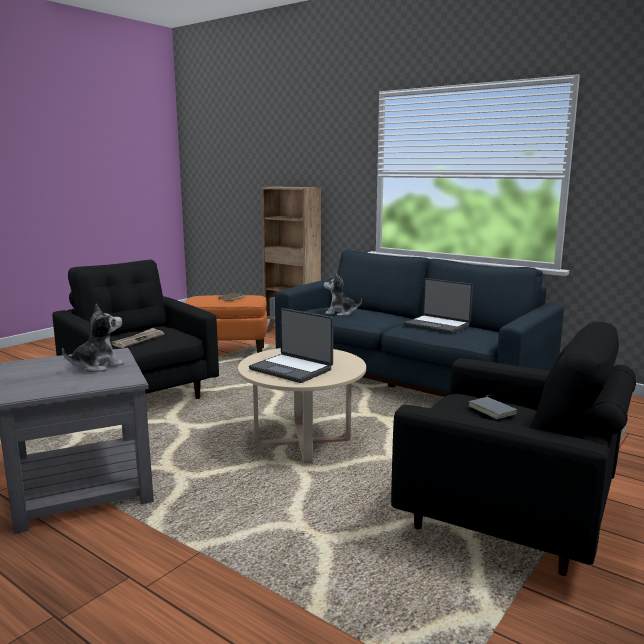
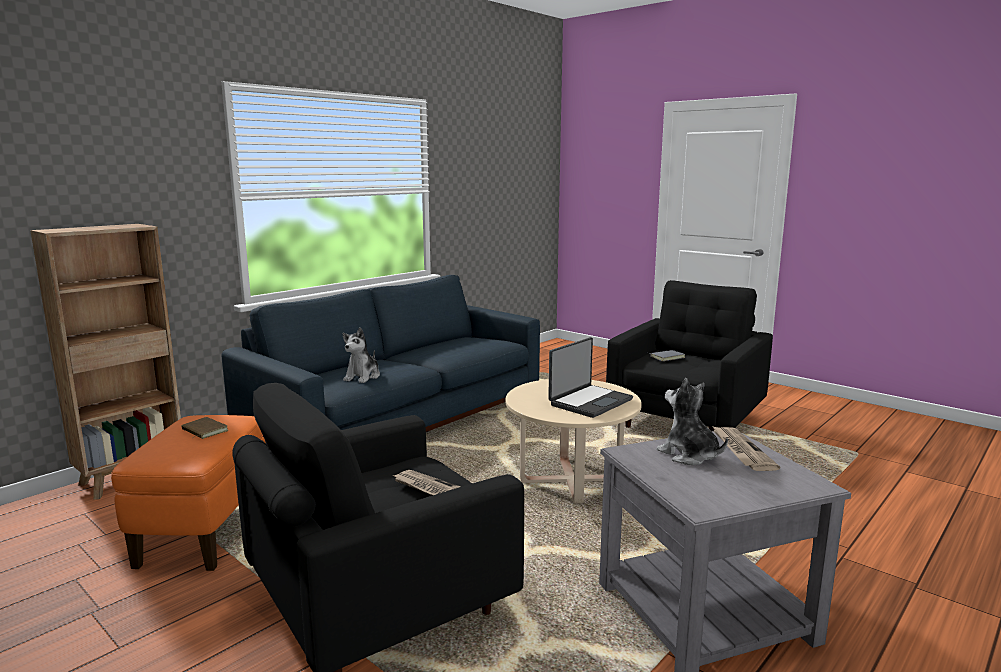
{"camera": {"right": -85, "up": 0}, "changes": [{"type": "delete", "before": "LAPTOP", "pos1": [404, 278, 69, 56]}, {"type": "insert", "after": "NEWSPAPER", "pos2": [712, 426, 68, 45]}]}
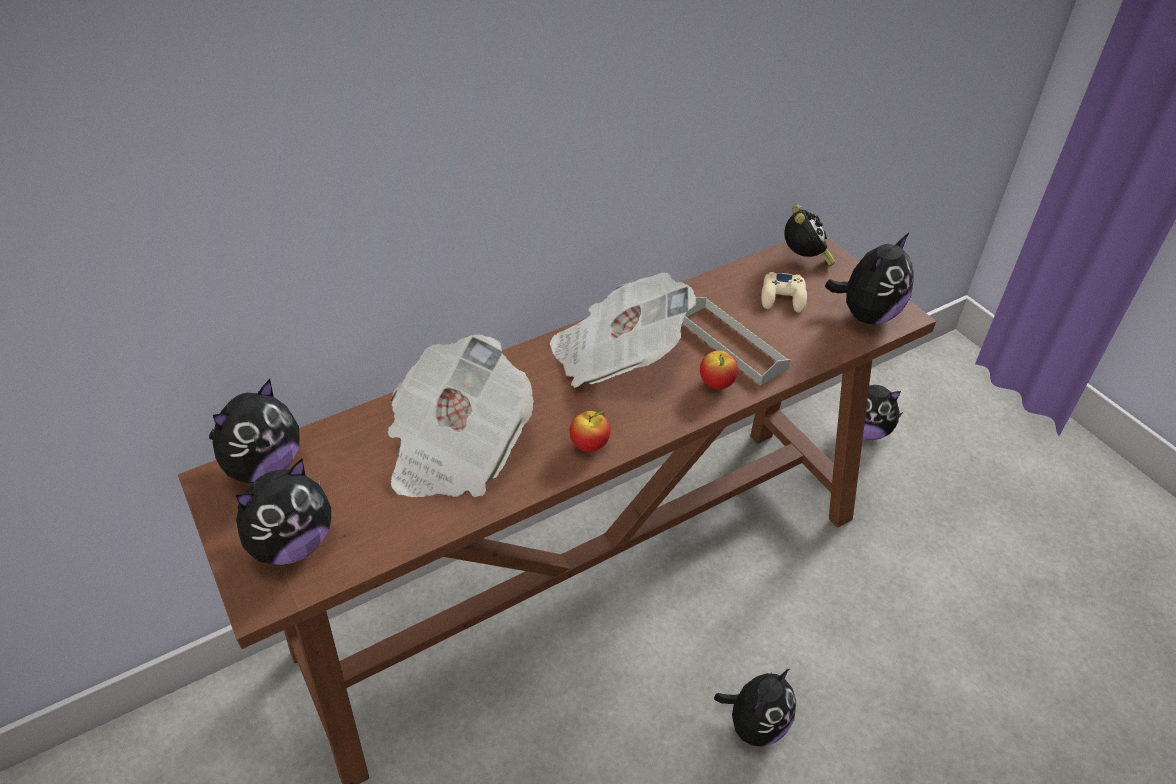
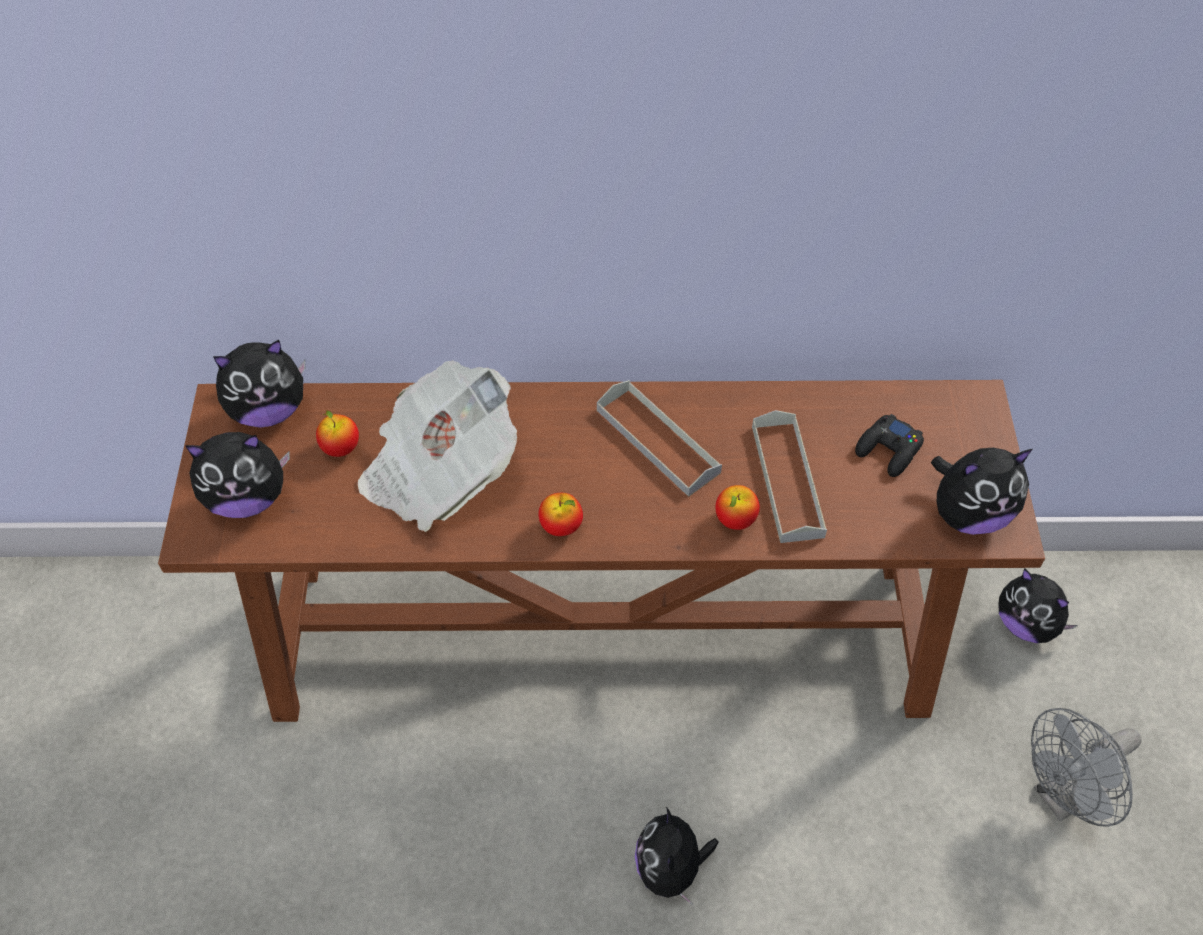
{"camera": {"right": 30, "up": 10}, "changes": [{"type": "replace", "before": "NEWSPAPER", "after": "GREY TRAY", "pos1": [549, 273, 147, 115], "pos2": [597, 380, 125, 117]}, {"type": "rotate", "before": "PLUSH TOY", "pos1": [714, 669, 82, 78], "pos2": [635, 807, 84, 97], "turn": 105}, {"type": "recolor", "before": "BEIGE GAME CONTROLLER", "after": "BLACK GAME CONTROLLER", "pos1": [761, 272, 46, 41], "pos2": [855, 414, 69, 63]}, {"type": "delete", "before": "ALARM CLOCK", "pos1": [784, 204, 51, 62]}, {"type": "insert", "after": "APPLE", "pos2": [316, 410, 43, 47]}, {"type": "insert", "after": "GREY FAN", "pos2": [1031, 708, 111, 119]}]}
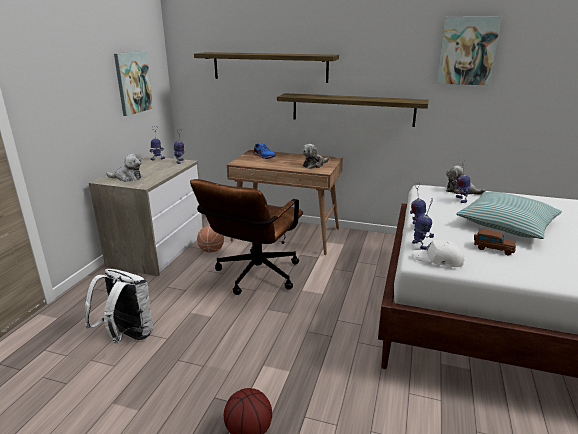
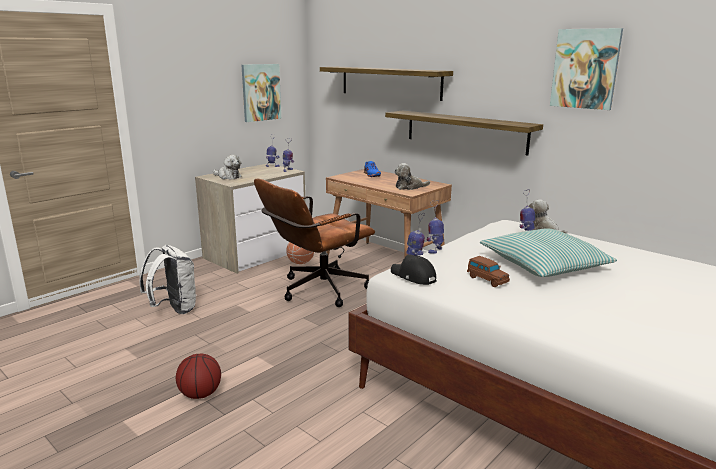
{"camera": {"right": 25, "up": -5}, "changes": [{"type": "recolor", "before": "WHITE CAP", "after": "BLACK CAP", "pos1": [413, 240, 51, 27], "pos2": [391, 254, 46, 31]}]}
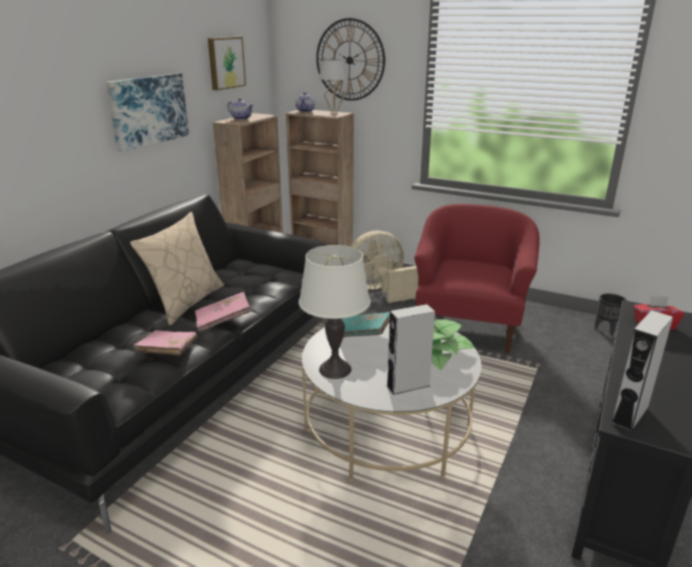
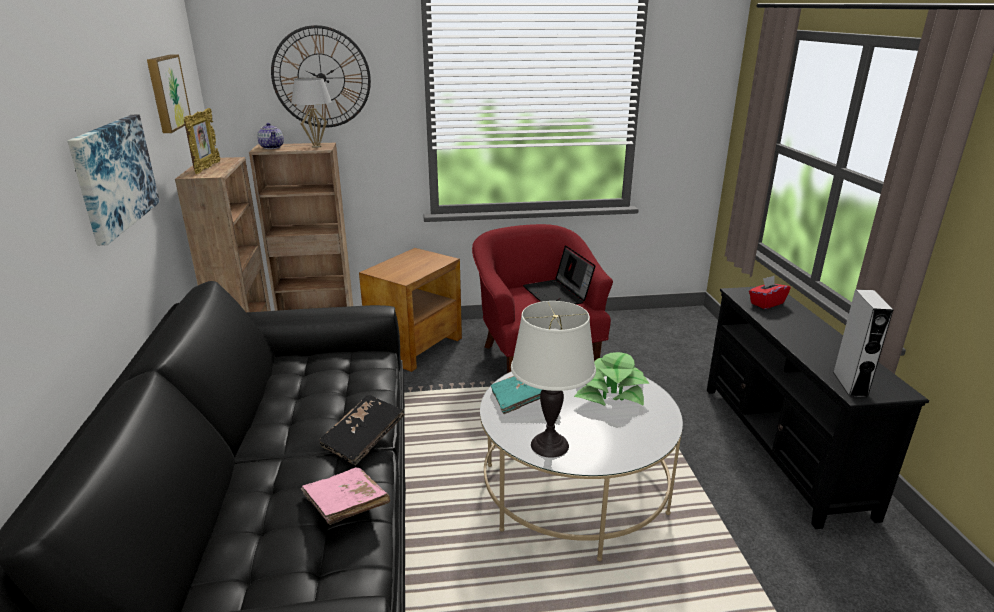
{"camera": {"right": -35, "up": 0}, "changes": [{"type": "delete", "before": "BEIGE PILLOW", "pos1": [130, 212, 94, 113]}, {"type": "recolor", "before": "PINK BOOK", "after": "BLACK BOOK", "pos1": [195, 292, 56, 40], "pos2": [319, 395, 85, 70]}, {"type": "replace", "before": "TEAPOT", "after": "PICTURE FRAME", "pos1": [228, 98, 26, 22], "pos2": [184, 108, 36, 66]}, {"type": "replace", "before": "BEIGE FAN", "after": "BROWN SIDE TABLE", "pos1": [351, 230, 67, 73], "pos2": [359, 248, 103, 124]}, {"type": "delete", "before": "GREY SPEAKER", "pos1": [387, 304, 48, 91]}, {"type": "delete", "before": "BLACK PLANTER", "pos1": [595, 293, 32, 43]}, {"type": "insert", "after": "LAPTOP", "pos2": [523, 245, 73, 59]}]}
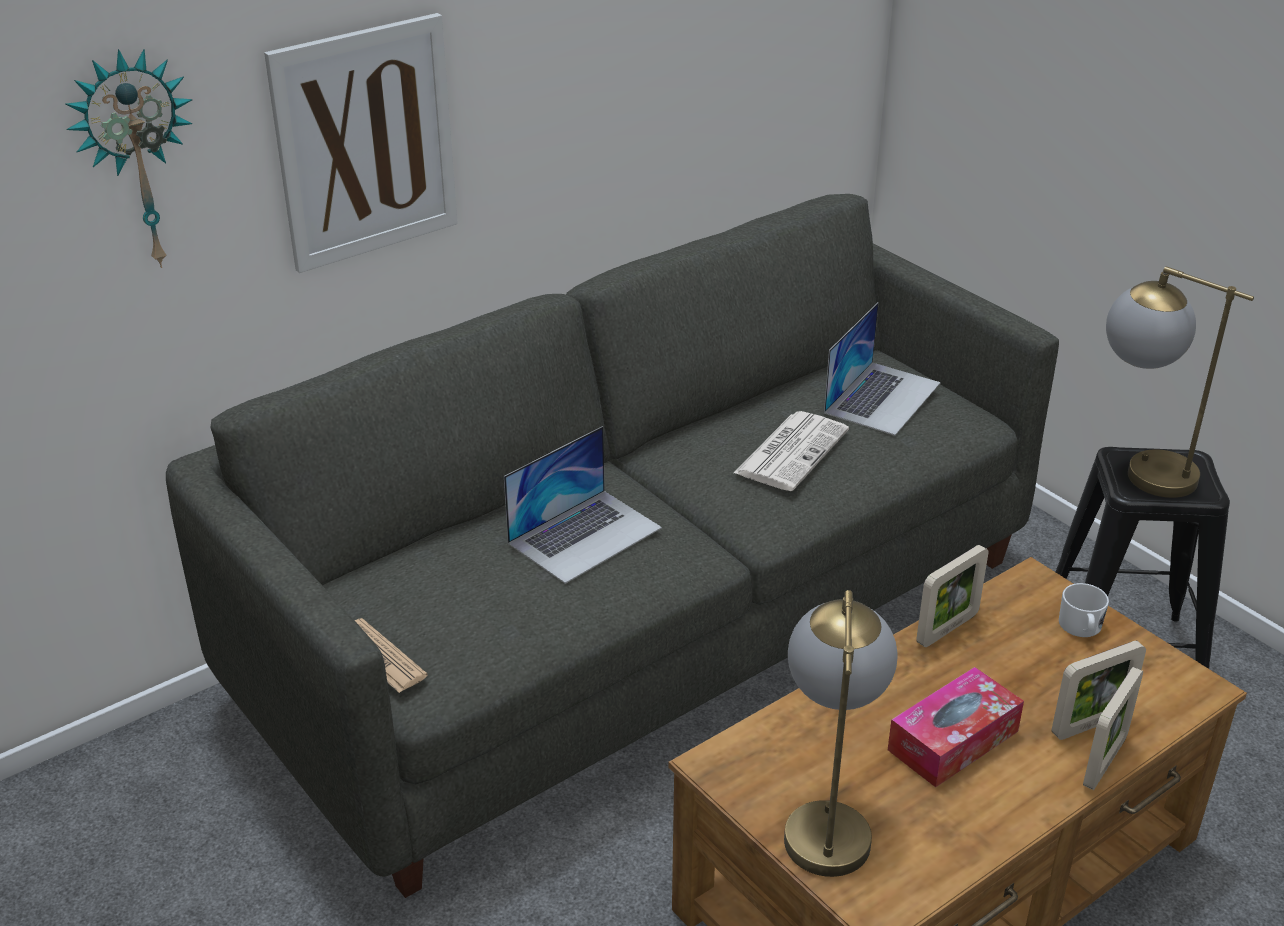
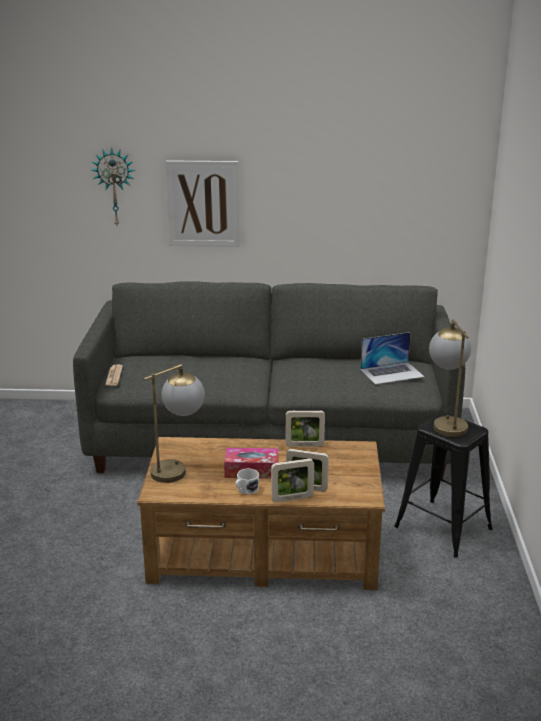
{"camera": {"right": 40, "up": -10}, "changes": [{"type": "delete", "before": "LAPTOP", "pos1": [504, 426, 158, 158]}, {"type": "delete", "before": "NEWSPAPER", "pos1": [734, 411, 115, 80]}, {"type": "move", "before": "WHITE MUG", "pos1": [1059, 583, 50, 54], "pos2": [235, 469, 24, 25]}]}
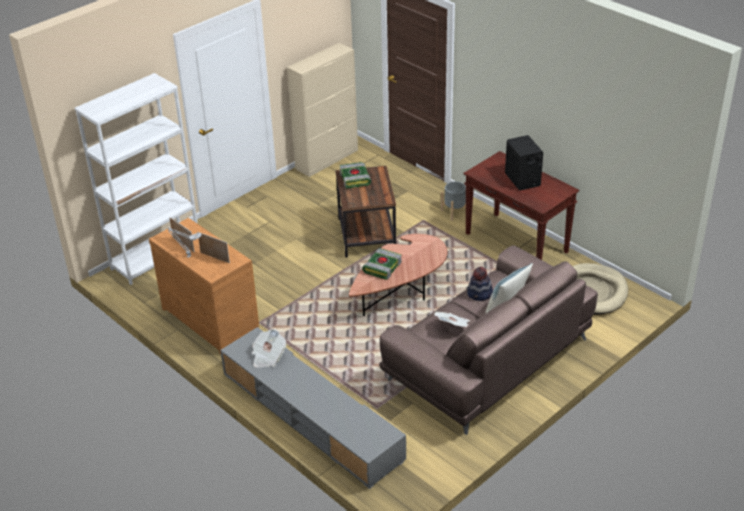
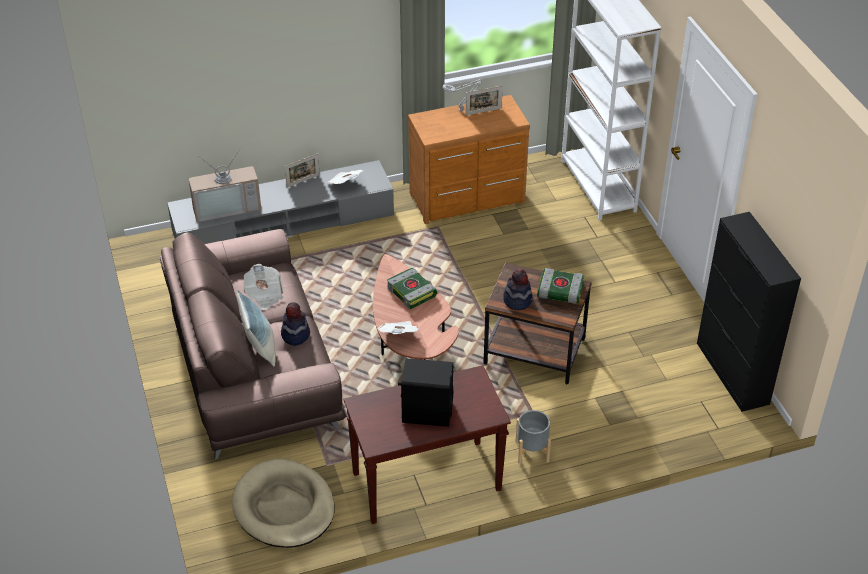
{"camera": {"right": 115, "up": 5}, "changes": [{"type": "move", "before": "PICTURE FRAME", "pos1": [198, 232, 32, 31], "pos2": [285, 153, 35, 35]}, {"type": "recolor", "before": "BEIGE CABINET", "after": "BLACK CABINET", "pos1": [287, 43, 71, 134], "pos2": [697, 212, 104, 200]}, {"type": "insert", "after": "TELEVISION", "pos2": [189, 148, 72, 74]}, {"type": "insert", "after": "NEWSPAPER", "pos2": [378, 321, 42, 13]}, {"type": "insert", "after": "HAT", "pos2": [503, 269, 30, 41]}]}
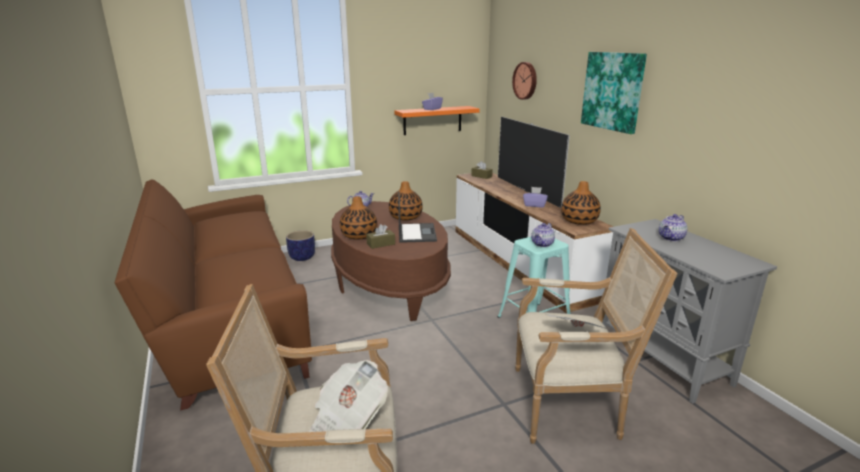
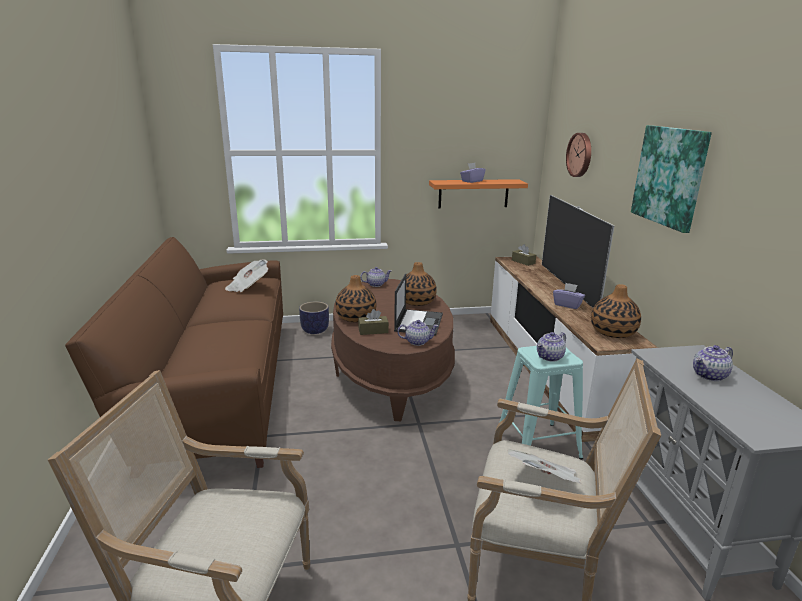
{"camera": {"right": 15, "up": 0}, "changes": [{"type": "move", "before": "NEWSPAPER", "pos1": [309, 360, 79, 72], "pos2": [225, 259, 43, 33]}, {"type": "insert", "after": "TEAPOT", "pos2": [397, 320, 41, 26]}]}
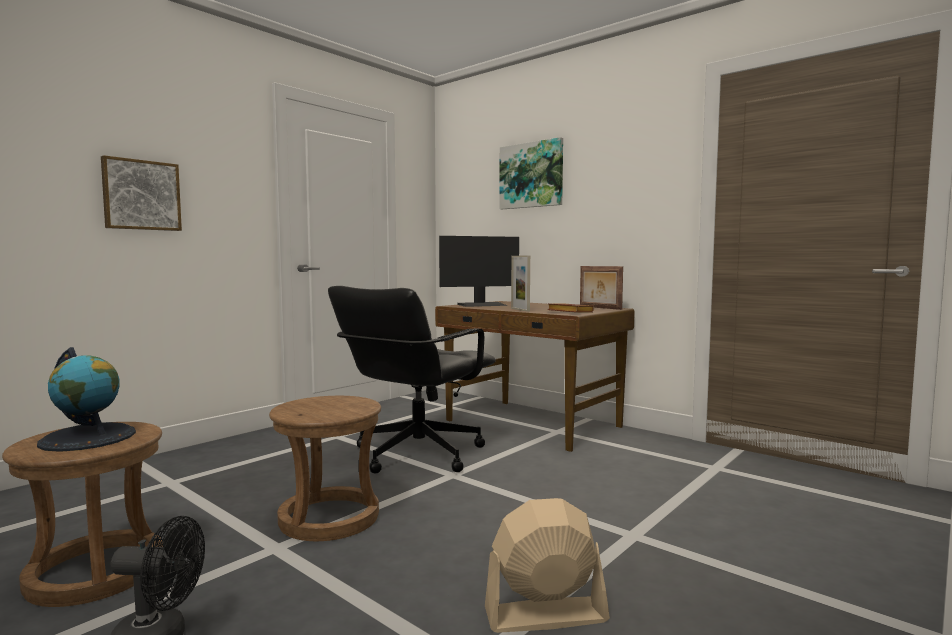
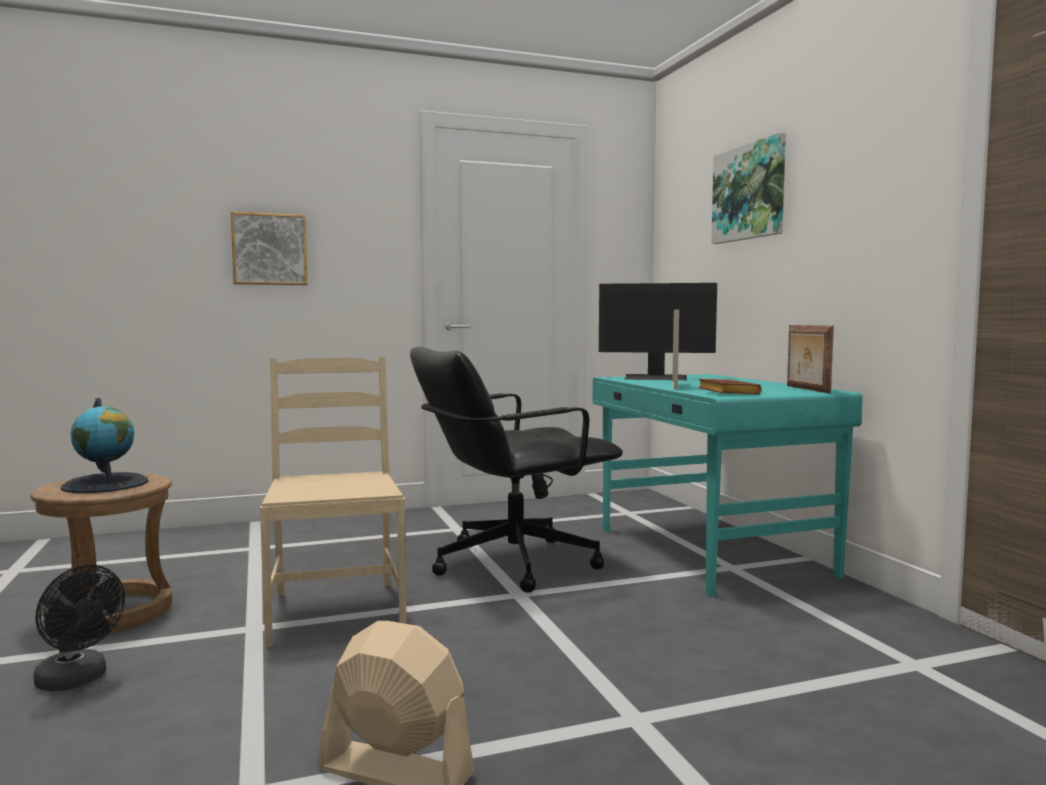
{"camera": {"right": 30, "up": 0}, "changes": [{"type": "replace", "before": "BROWN STOOL", "after": "BEIGE CHAIR", "pos1": [269, 396, 112, 145], "pos2": [260, 356, 147, 291]}, {"type": "recolor", "before": "BROWN DESK", "after": "TURQUOISE DESK", "pos1": [435, 301, 200, 151], "pos2": [592, 374, 271, 223]}]}
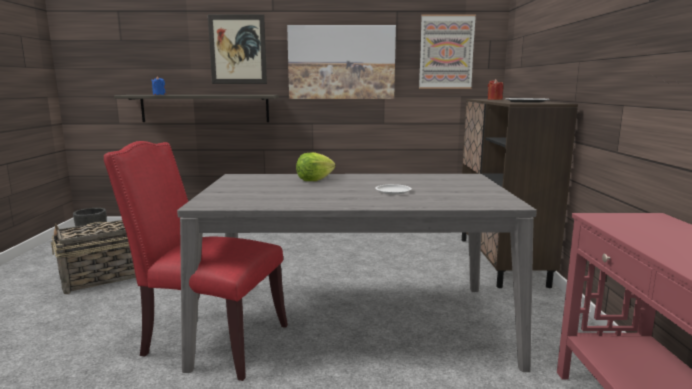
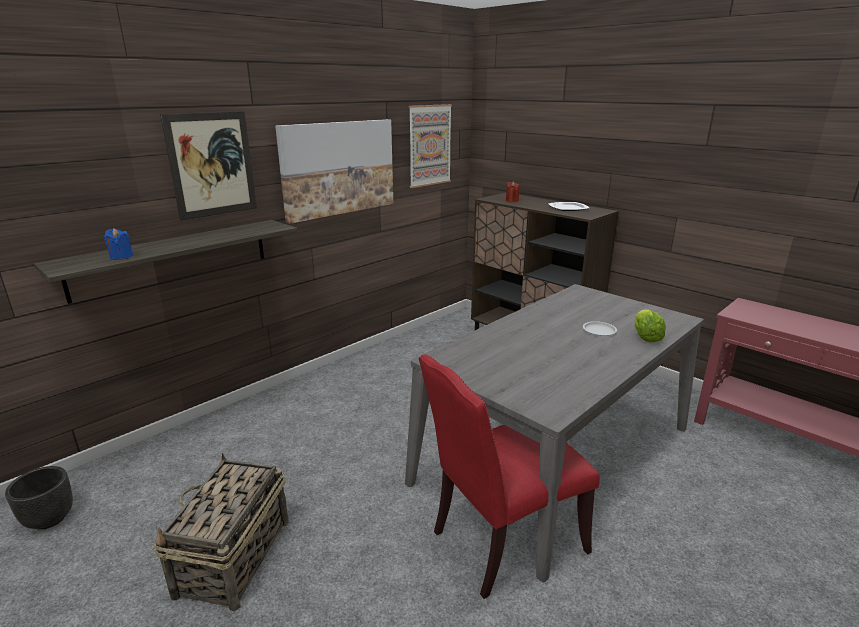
{"camera": {"right": -45, "up": 10}, "changes": [{"type": "move", "before": "LETTUCE", "pos1": [296, 152, 40, 29], "pos2": [635, 309, 31, 33]}]}
